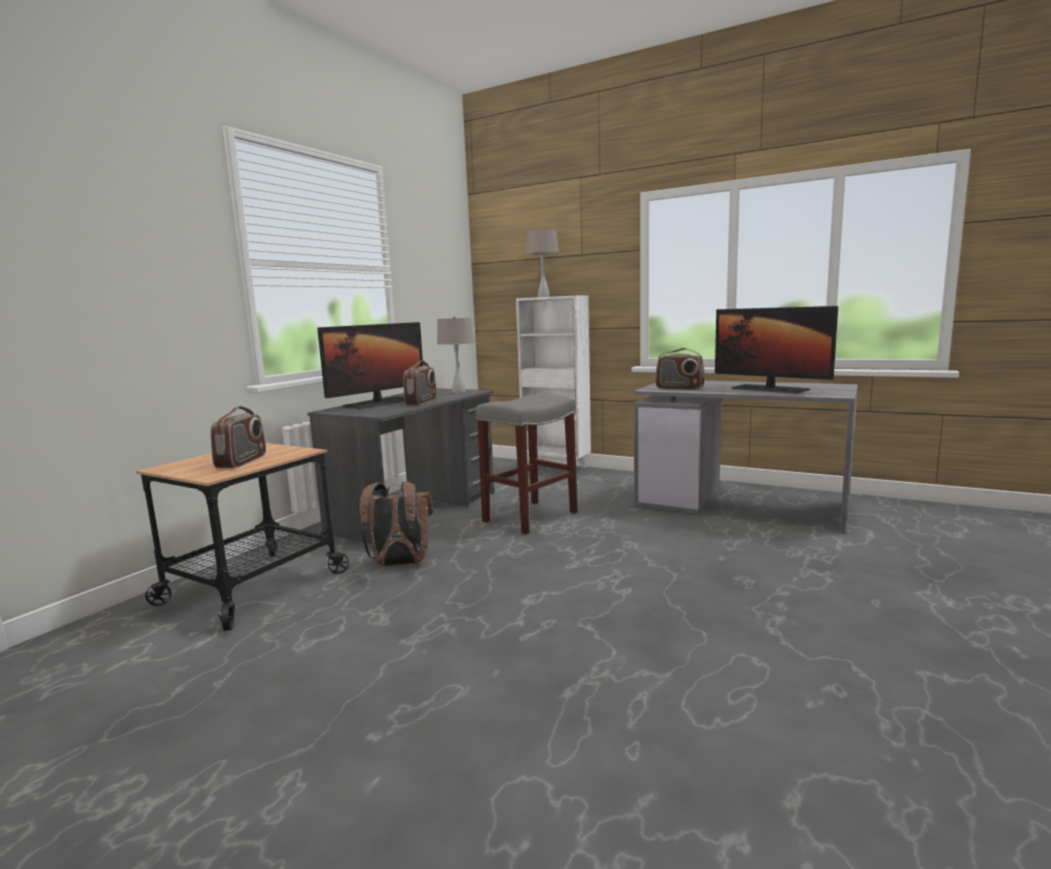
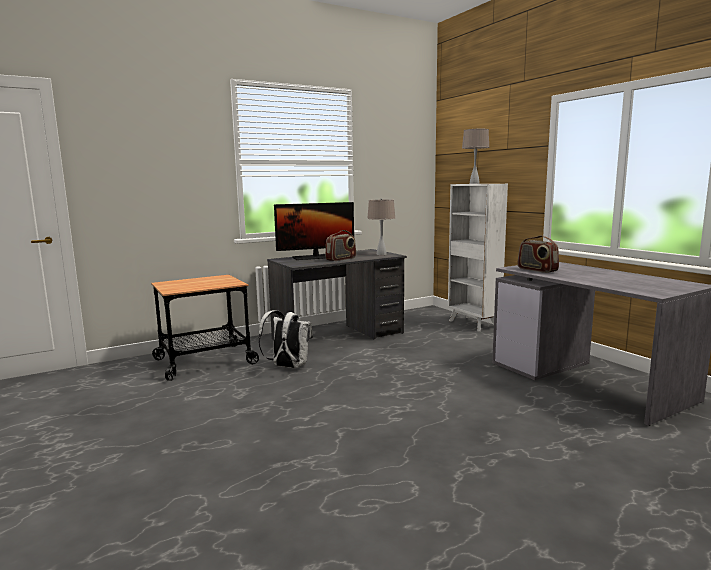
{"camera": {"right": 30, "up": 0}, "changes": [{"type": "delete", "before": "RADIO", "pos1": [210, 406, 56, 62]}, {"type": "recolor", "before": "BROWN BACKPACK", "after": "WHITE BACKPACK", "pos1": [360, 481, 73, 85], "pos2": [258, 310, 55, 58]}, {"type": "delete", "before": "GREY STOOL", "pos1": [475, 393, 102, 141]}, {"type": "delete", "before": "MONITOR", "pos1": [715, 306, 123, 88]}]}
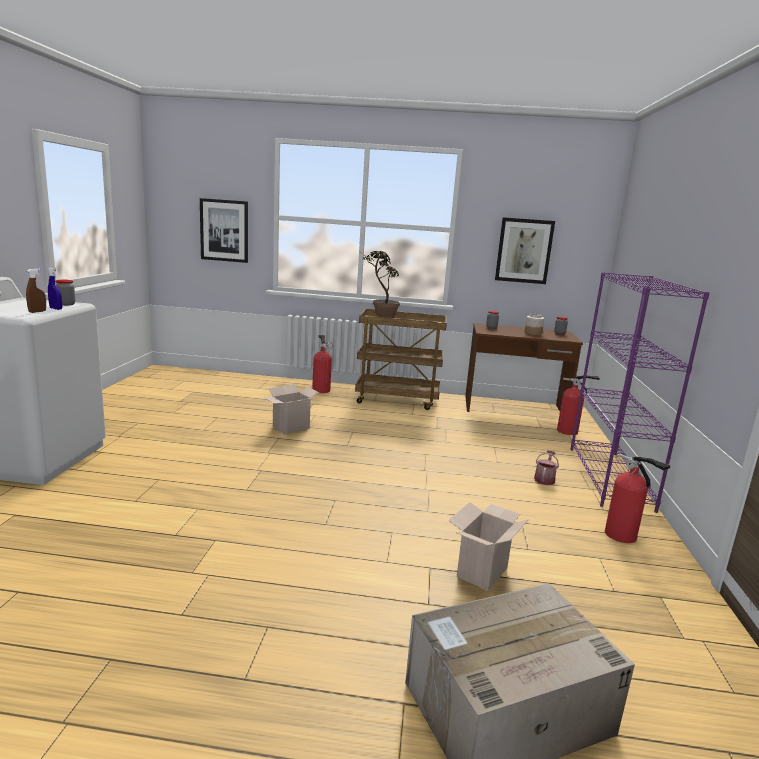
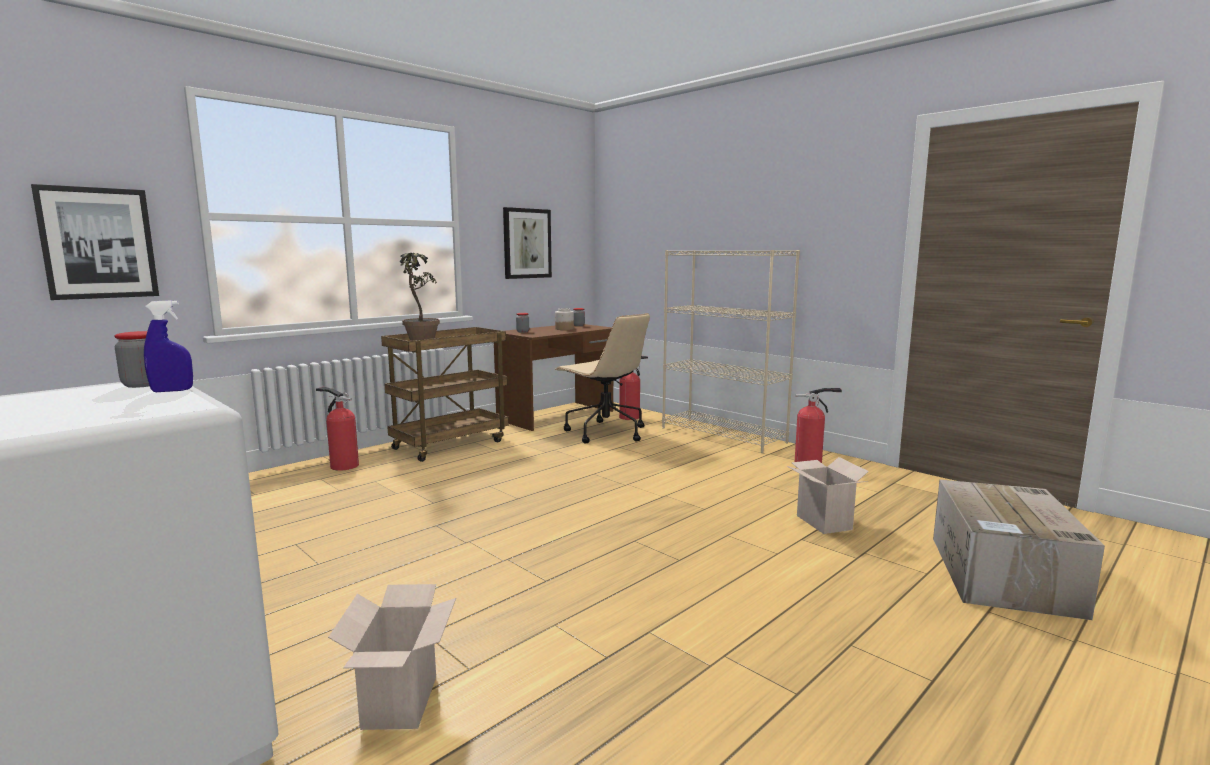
{"camera": {"right": -50, "up": -5}, "changes": [{"type": "delete", "before": "BROWN SPRAY BOTTLE", "pos1": [26, 268, 20, 45]}, {"type": "move", "before": "CARDBOARD BOX", "pos1": [263, 384, 56, 50], "pos2": [328, 584, 128, 146]}, {"type": "delete", "before": "WATERING CAN", "pos1": [534, 451, 25, 34]}, {"type": "recolor", "before": "PURPLE BOOKCASE", "after": "BEIGE BOOKCASE", "pos1": [570, 272, 140, 241], "pos2": [662, 250, 138, 203]}, {"type": "insert", "after": "BEIGE OFFICE CHAIR", "pos2": [556, 313, 94, 130]}]}
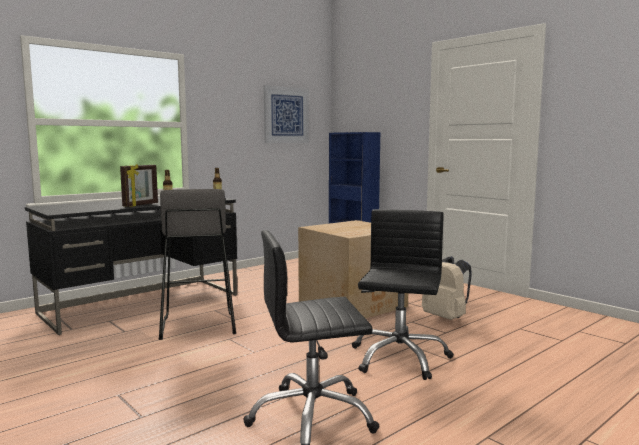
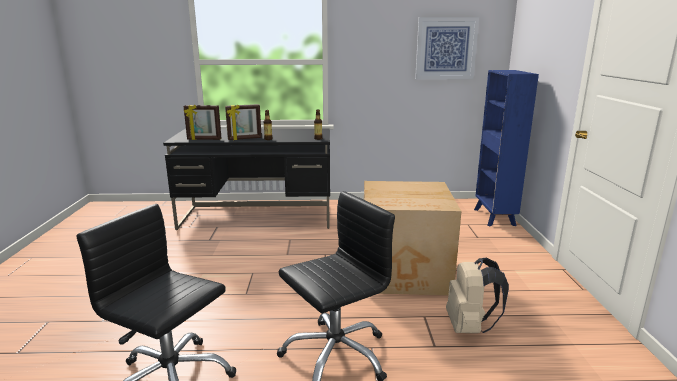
{"camera": {"right": 40, "up": 10}, "changes": [{"type": "delete", "before": "GREY STOOL", "pos1": [159, 189, 77, 151]}, {"type": "insert", "after": "PICTURE FRAME", "pos2": [184, 105, 37, 35]}]}
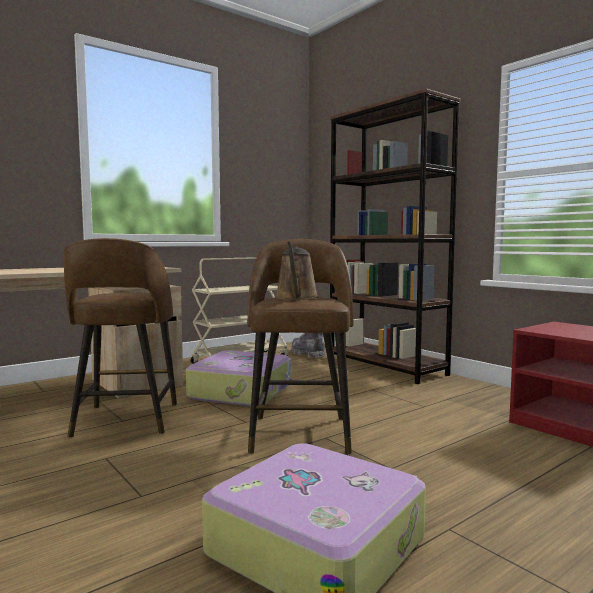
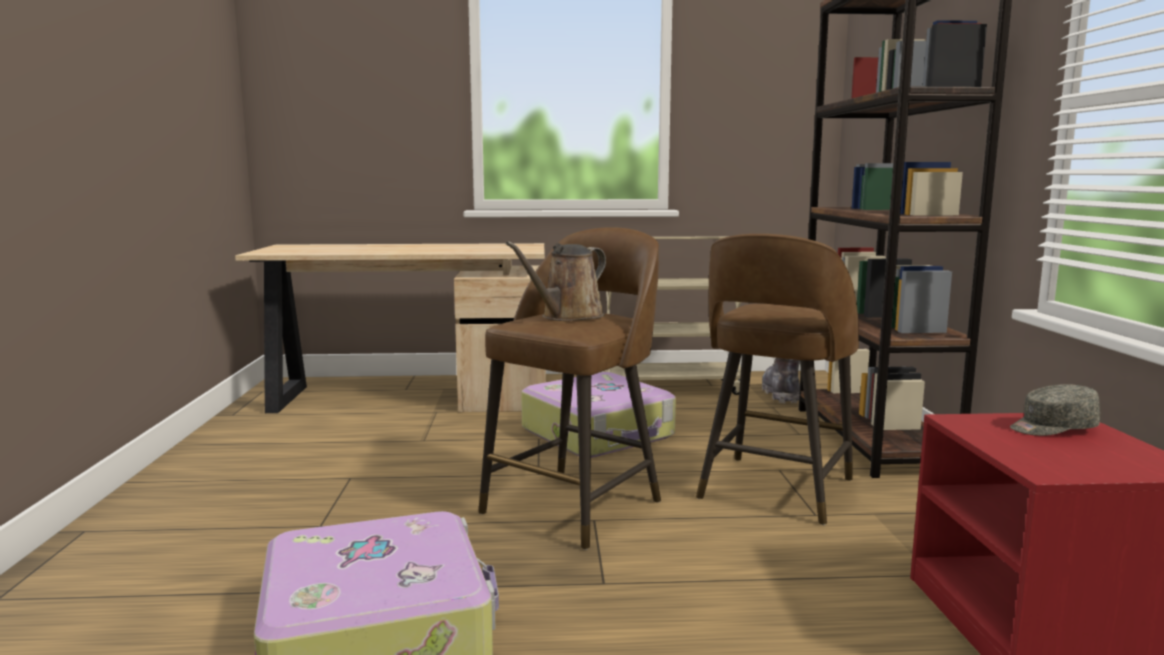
{"camera": {"right": 35, "up": 5}, "changes": [{"type": "move", "before": "BROWN STOOL", "pos1": [64, 238, 113, 200], "pos2": [696, 234, 163, 291]}, {"type": "insert", "after": "GREY CAP", "pos2": [1010, 384, 90, 52]}]}
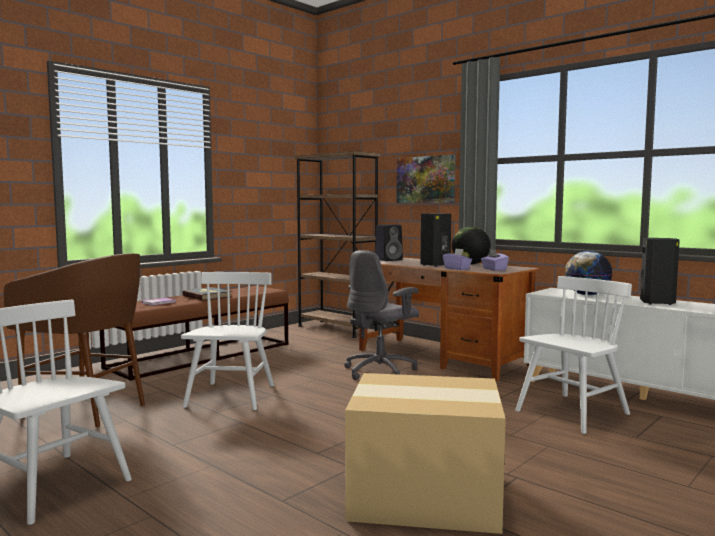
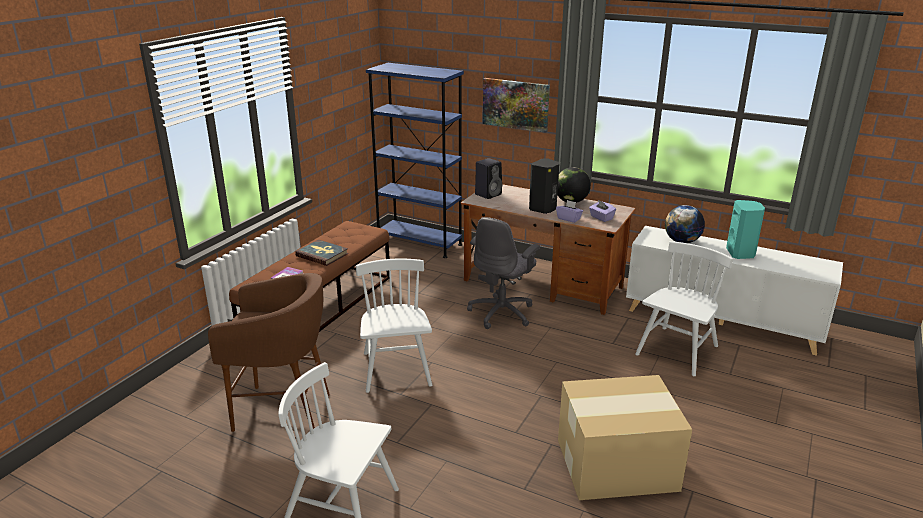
{"camera": {"right": -15, "up": 20}, "changes": [{"type": "recolor", "before": "BROWN BOOKCASE", "after": "BLUE BOOKCASE", "pos1": [295, 151, 85, 187], "pos2": [366, 63, 98, 195]}, {"type": "recolor", "before": "BLACK SPEAKER", "after": "TURQUOISE SPEAKER", "pos1": [640, 238, 40, 67], "pos2": [726, 200, 39, 59]}]}
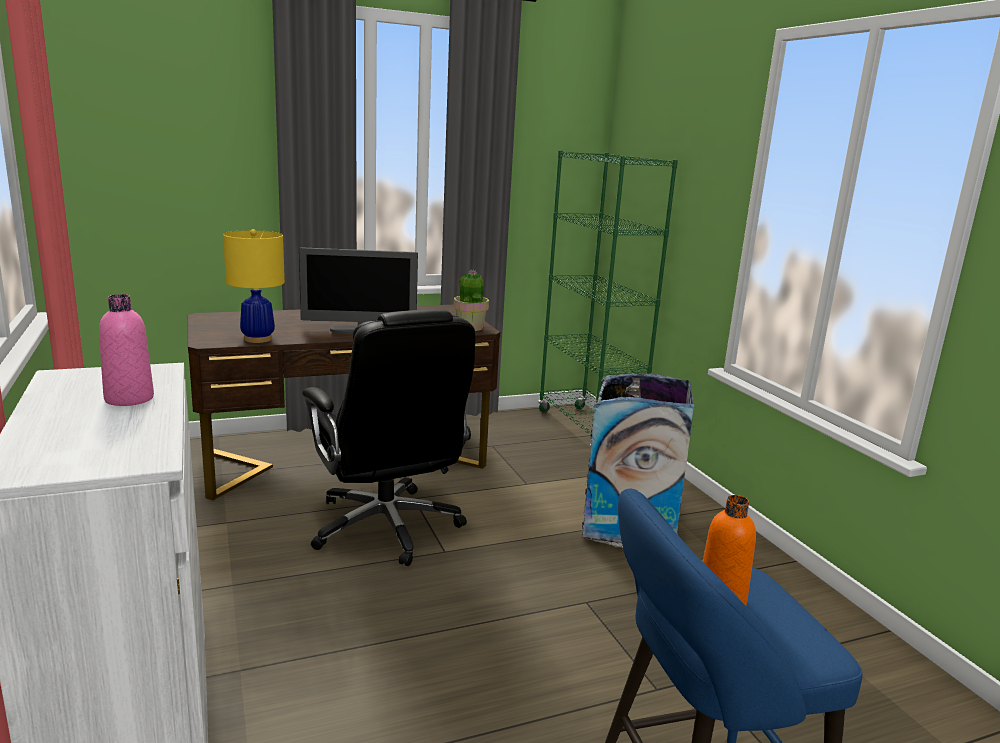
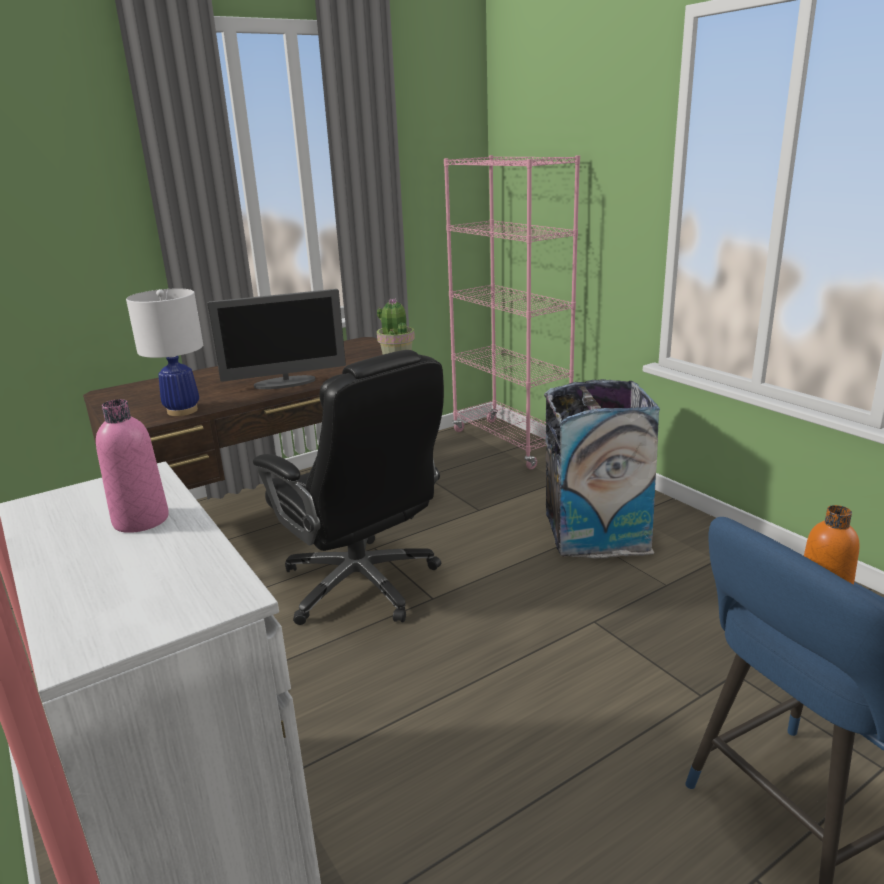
{"camera": {"right": -10, "up": 5}, "changes": [{"type": "recolor", "before": "YELLOW TABLE LAMP", "after": "WHITE TABLE LAMP", "pos1": [223, 229, 62, 114], "pos2": [126, 289, 77, 127]}, {"type": "recolor", "before": "GREEN BOOKCASE", "after": "PINK BOOKCASE", "pos1": [538, 151, 140, 295], "pos2": [444, 155, 136, 314]}]}
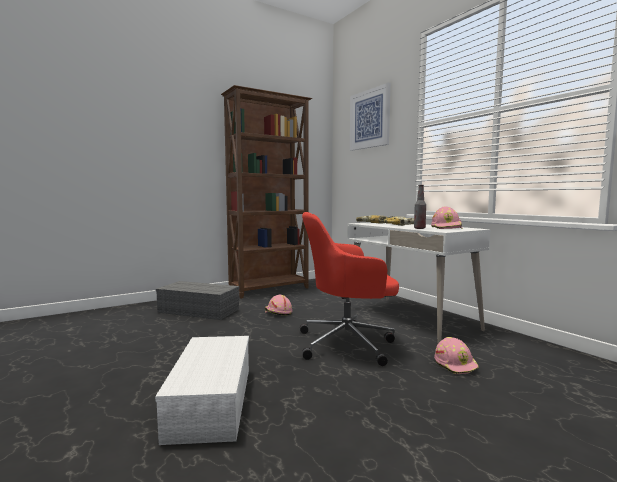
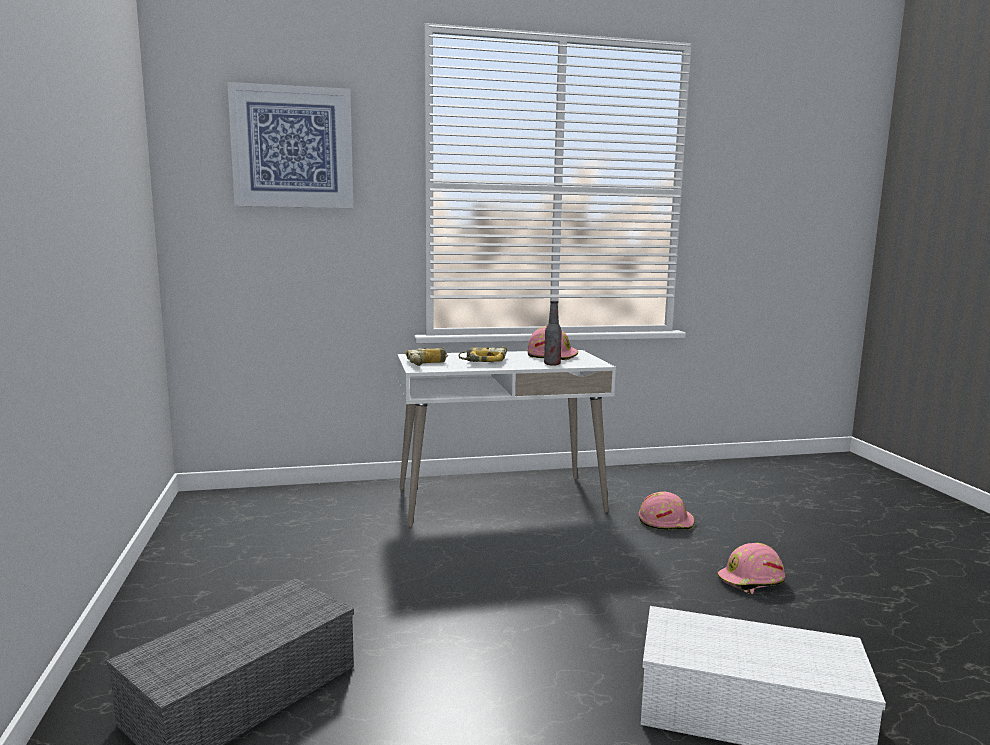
{"camera": {"right": -70, "up": 5}, "changes": [{"type": "delete", "before": "BROWN BOOKCASE", "pos1": [221, 85, 91, 214]}, {"type": "move", "before": "PINK HARD HAT", "pos1": [265, 295, 27, 20], "pos2": [717, 543, 69, 51]}, {"type": "delete", "before": "RED OFFICE CHAIR", "pos1": [300, 212, 99, 154]}]}
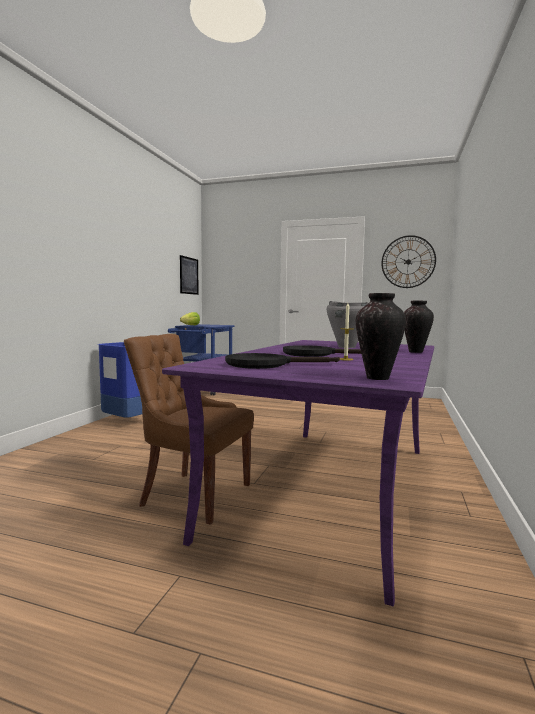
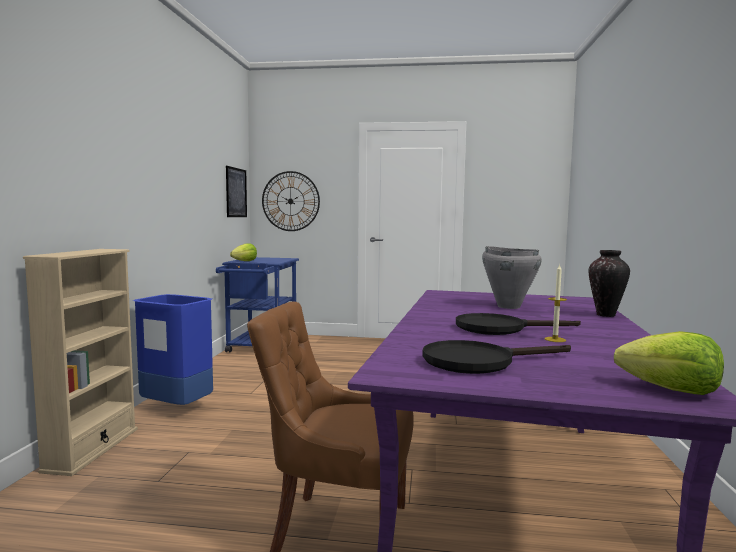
{"camera": {"right": -10, "up": 0}, "changes": [{"type": "replace", "before": "VASE", "after": "LETTUCE", "pos1": [356, 293, 50, 87], "pos2": [614, 331, 110, 64]}, {"type": "move", "before": "WALL CLOCK", "pos1": [381, 235, 55, 53], "pos2": [262, 171, 58, 60]}, {"type": "insert", "after": "BEIGE BOOKCASE", "pos2": [23, 249, 115, 227]}]}
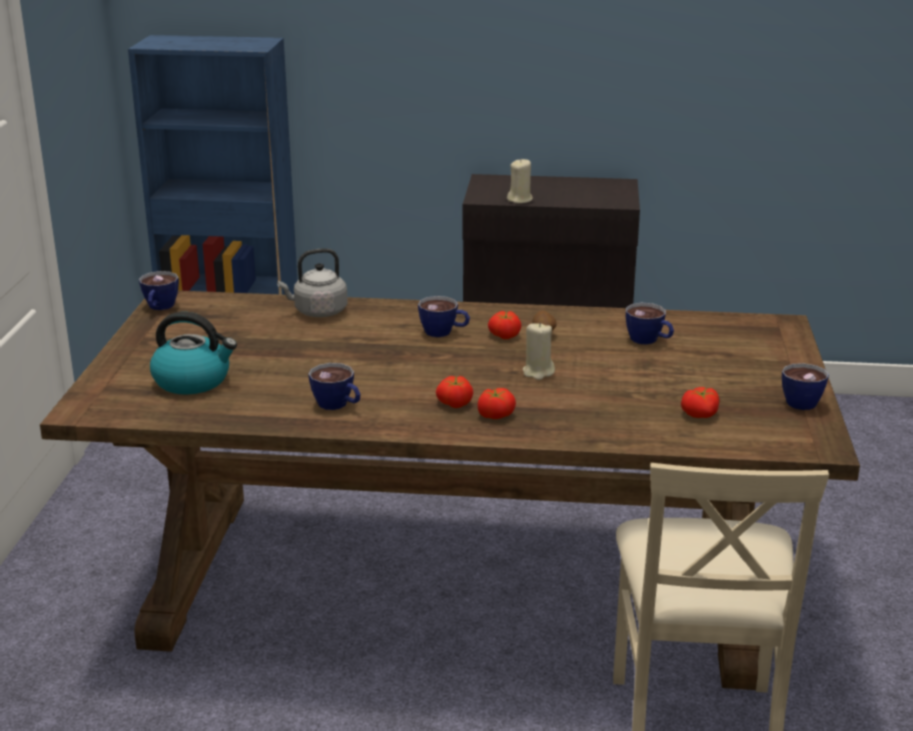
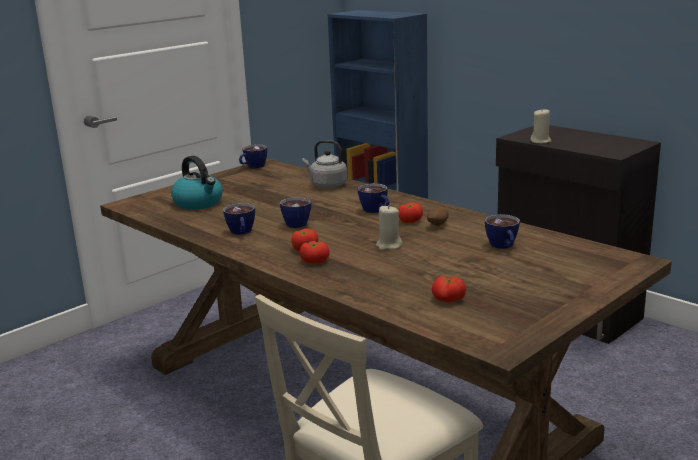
{"camera": {"right": 40, "up": -5}, "changes": [{"type": "move", "before": "CUP", "pos1": [782, 363, 47, 47], "pos2": [280, 197, 31, 31]}]}
